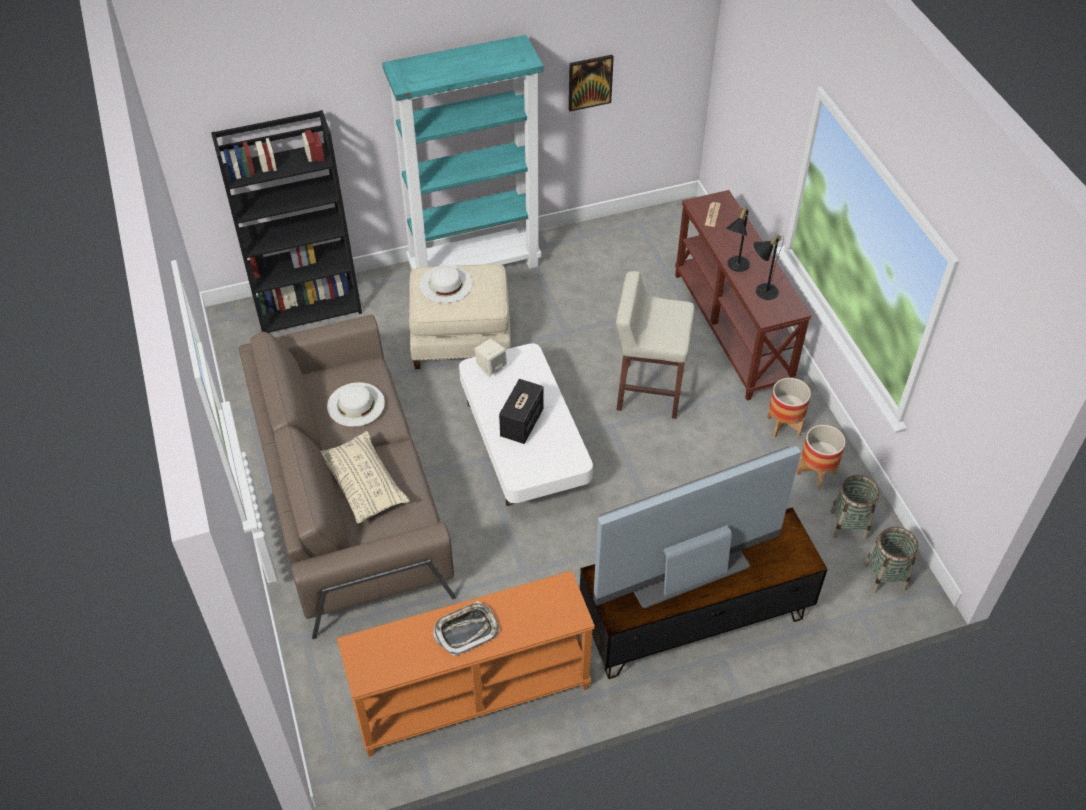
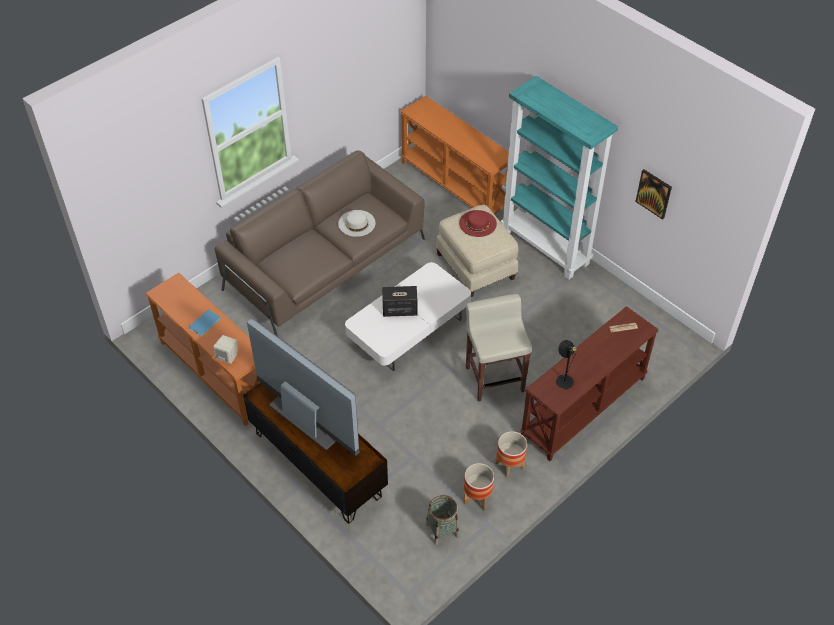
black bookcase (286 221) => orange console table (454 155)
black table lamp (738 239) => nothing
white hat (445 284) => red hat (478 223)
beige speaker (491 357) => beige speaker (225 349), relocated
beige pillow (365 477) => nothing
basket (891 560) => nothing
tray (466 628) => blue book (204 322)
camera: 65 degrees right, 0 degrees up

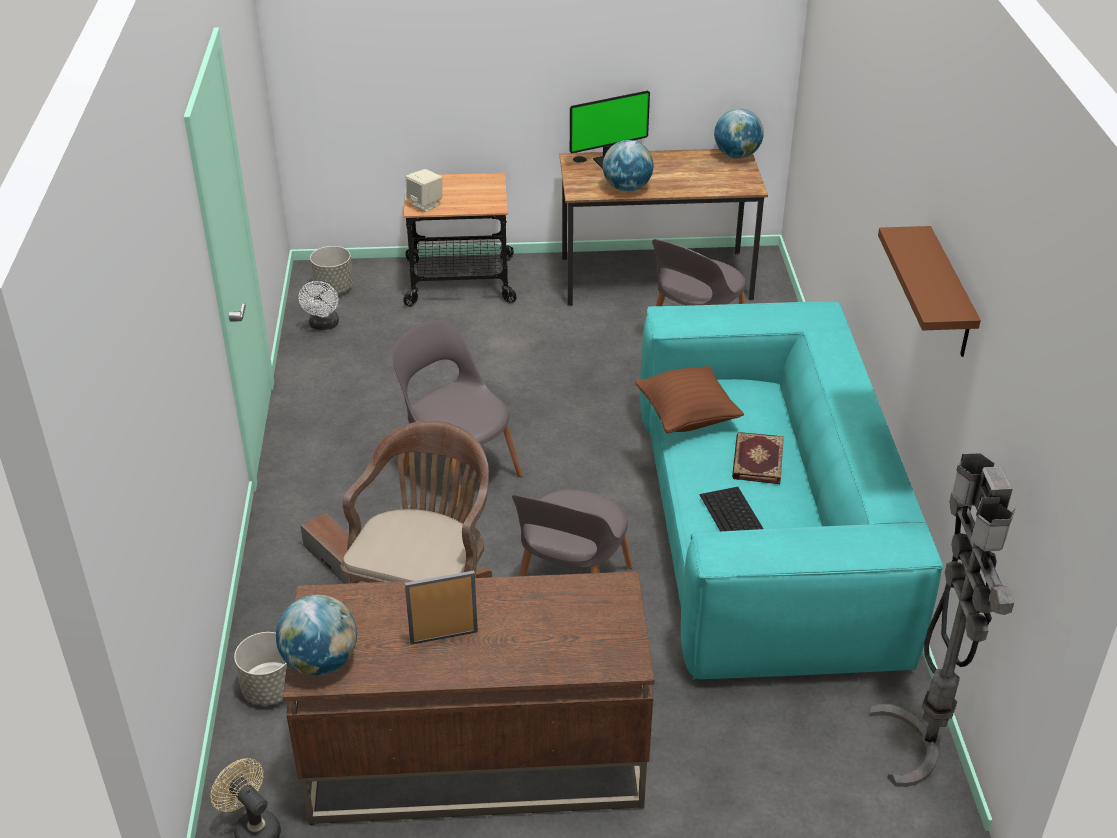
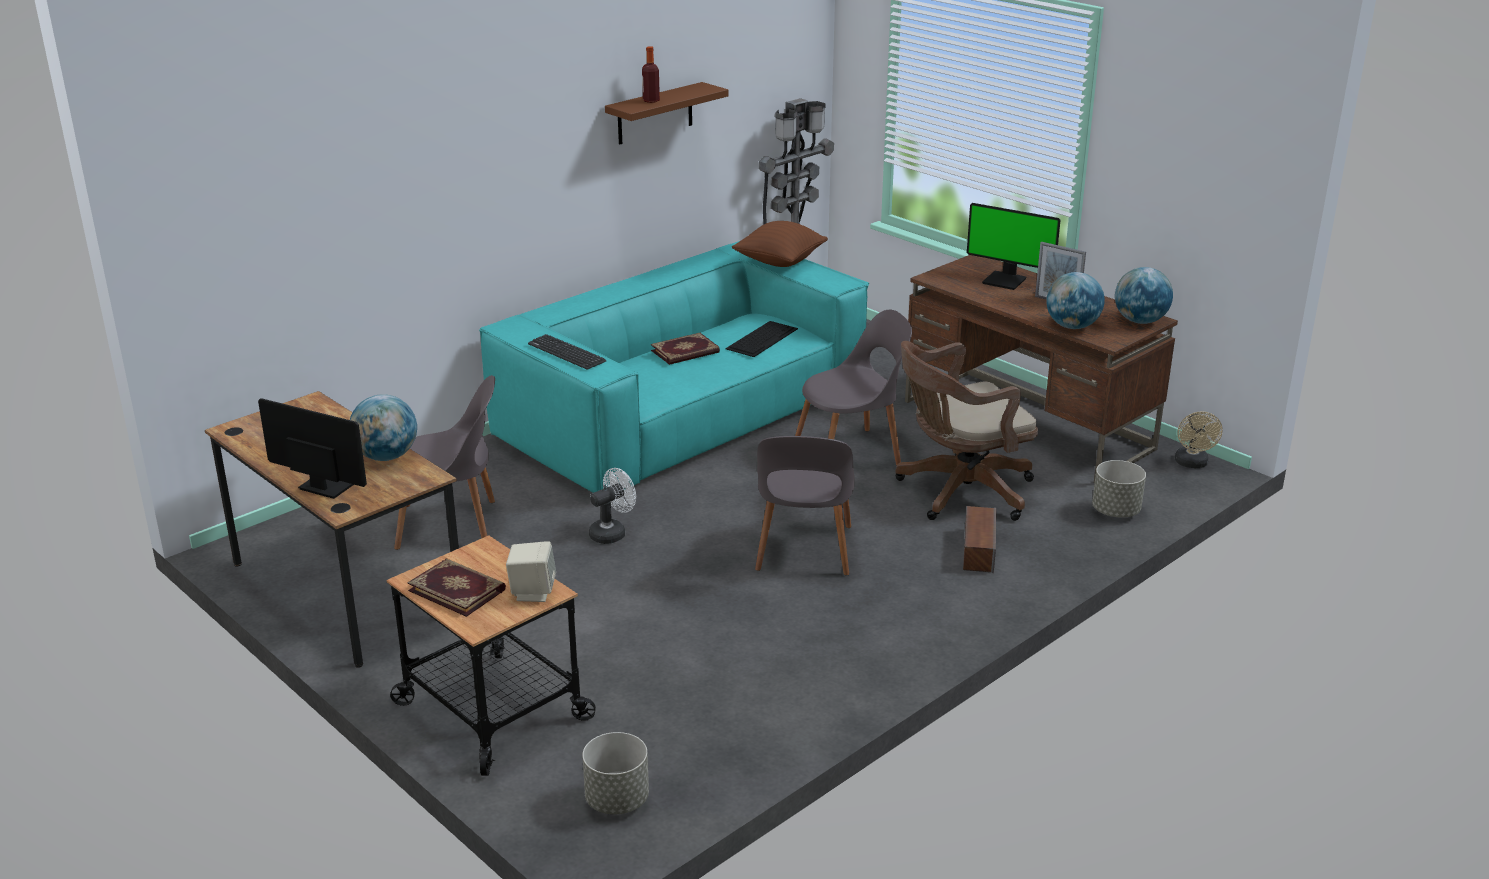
globe (739 133) => globe (1075 300), relocated
white fan (319 305) => white fan (612 506), relocated
brown pillow (689 399) => brown pillow (780 244), relocated
nothing => bottle (651 74)
nothing => monitor (1014 246)
nothing => keyboard (567 351)
nothing => book (456 588)
camera: 130 degrees left, 10 degrees down

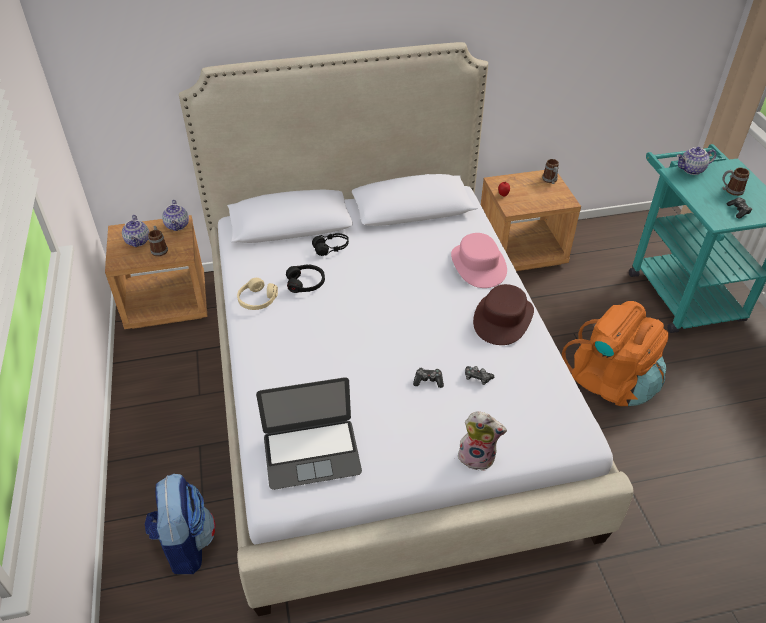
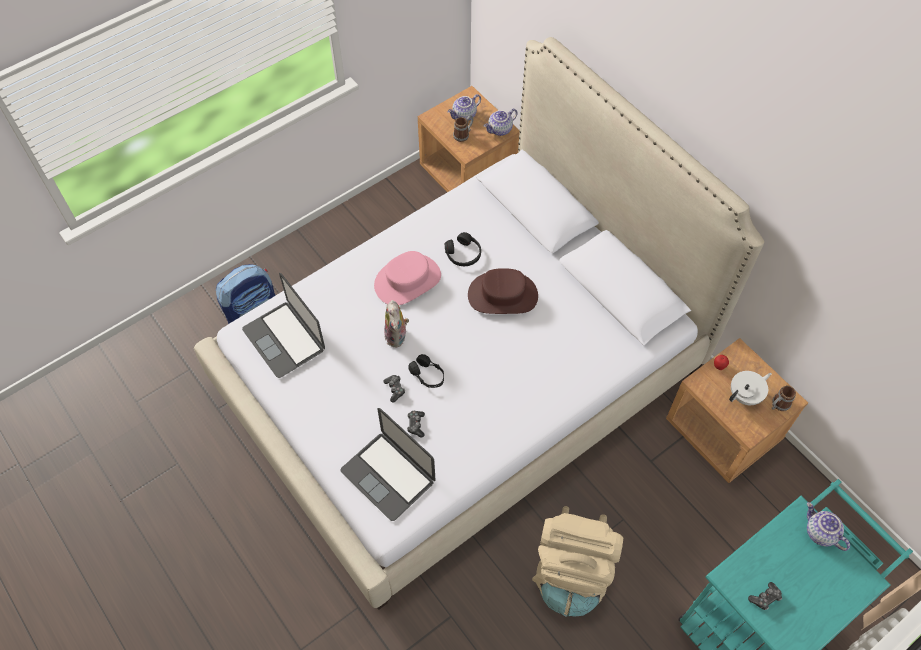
mug (736 182) => nothing
black headphones (330 244) => black headphones (426 371), relocated
pink hat (479 260) => pink hat (407 278), relocated
beige headphones (257 294) => nothing
brown hat (503 314) => brown hat (503 291), relocated
orange backpack (615 353) => beige backpack (577 561)
plush toy (482 441) => plush toy (396 324), relocated
nothing => white teapot (750 388)
nothing => laptop (388 464)
camera: 65 degrees right, 15 degrees up

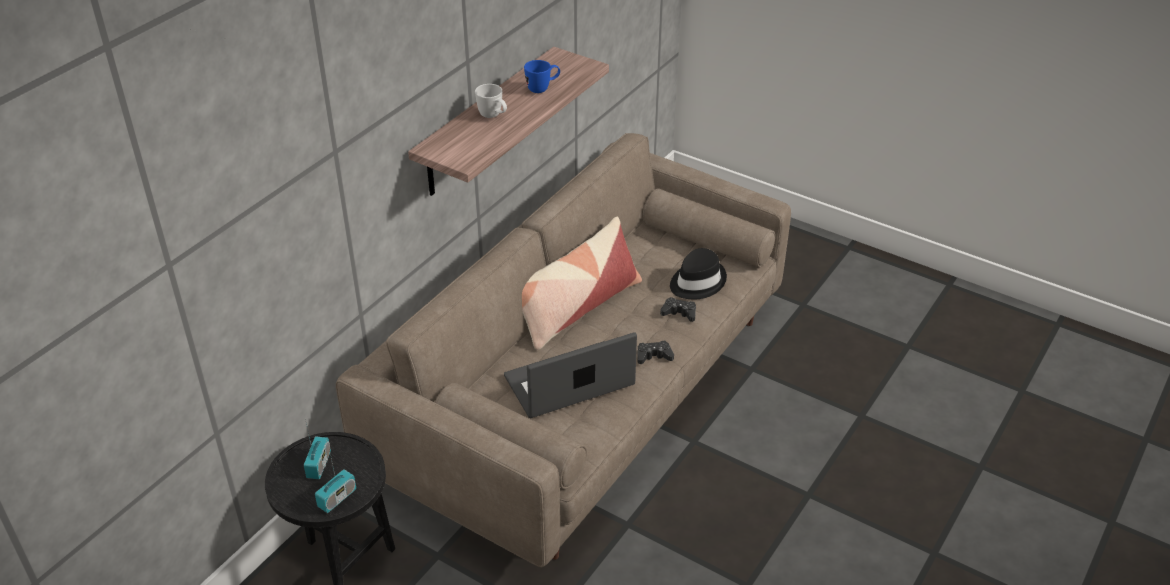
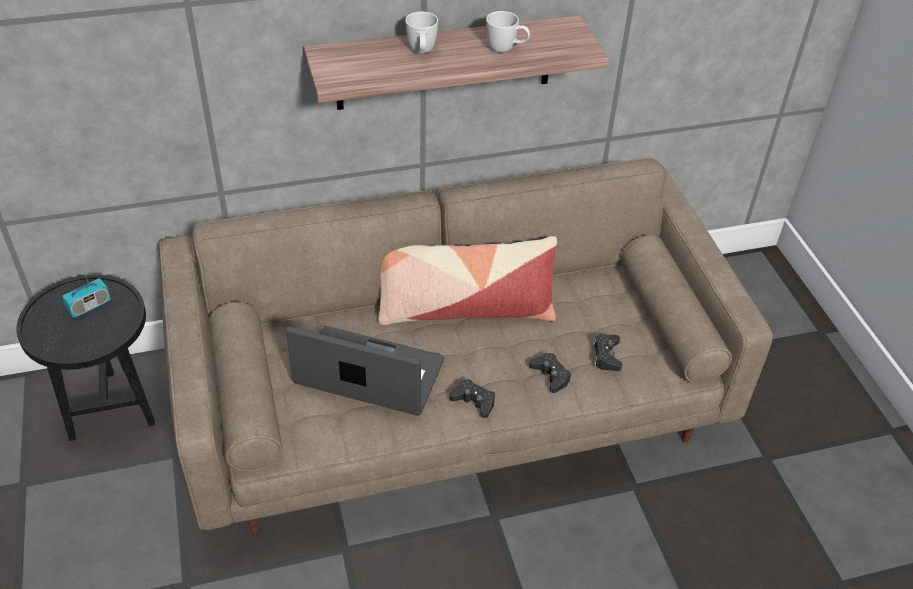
blue mug (542 76) => white mug (508 32)
black hat (698 273) => black game controller (608 352)
radio (335 481) => nothing
camera: 40 degrees right, 5 degrees up

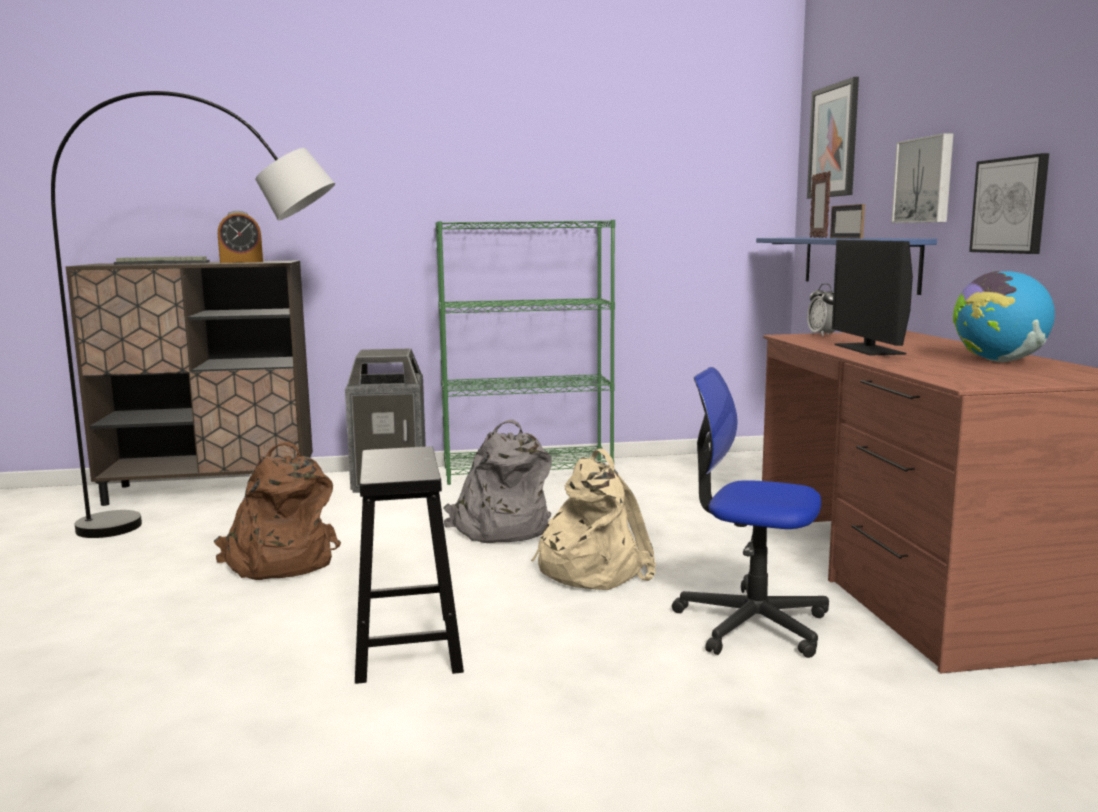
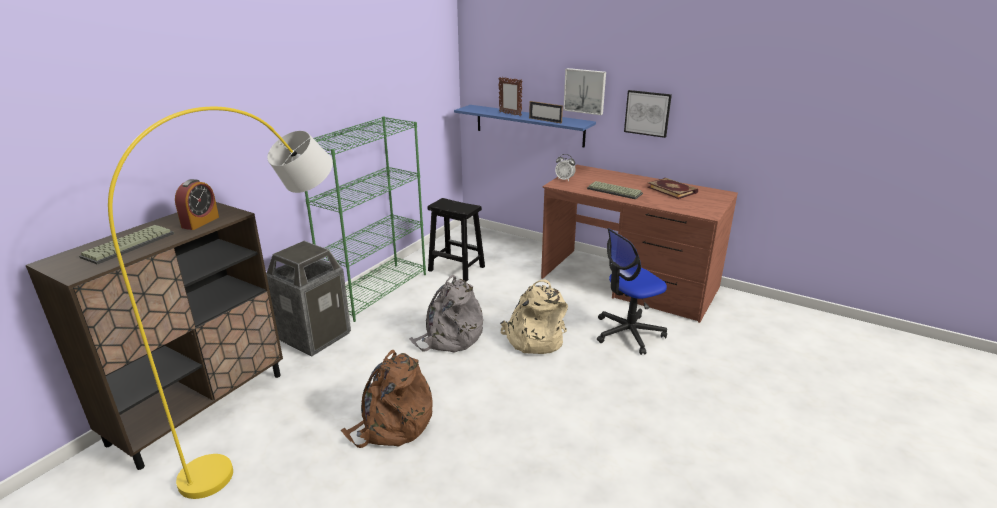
picture (833 138) => nothing
grey floor lamp (193 314) => yellow floor lamp (220 303)
monitor (872 298) => keyboard (615 190)
globe (1004 316) => book (672 188)
black stool (409 565) => black stool (456 240), relocated
camera: 50 degrees left, 15 degrees up

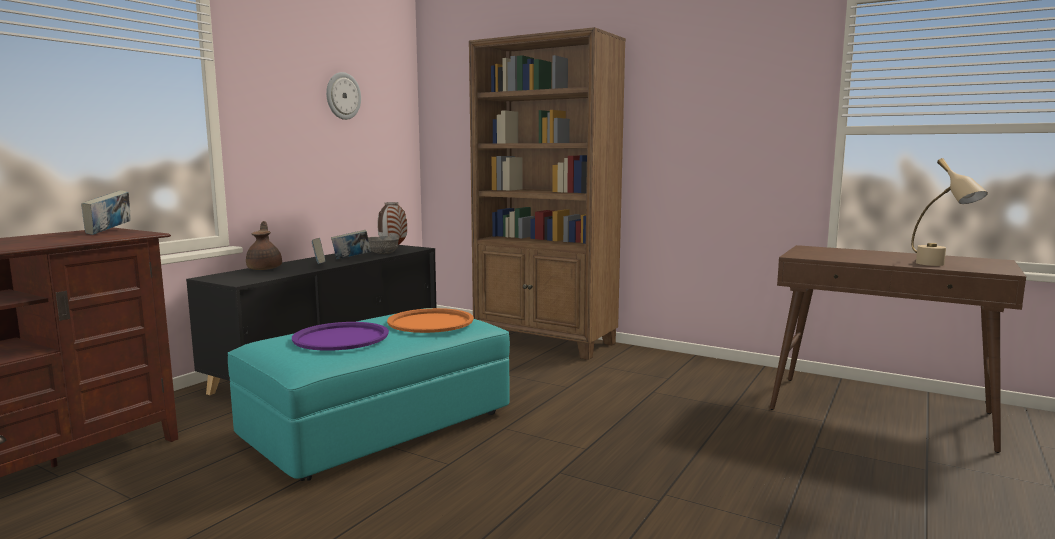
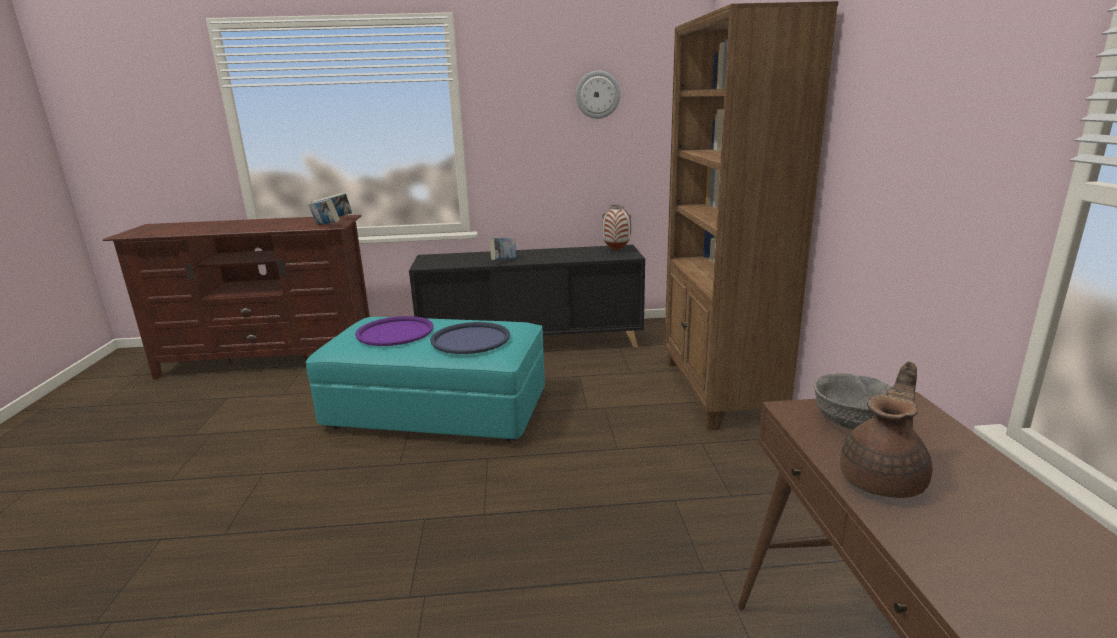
beige table lamp (949 212) => nothing
brown teapot (264 245) => brown teapot (886 429), relocated
book (351 244) => book (324 212), relocated
grey bowl (383 245) => grey bowl (852 401), relocated
orange tray (430 320) => blue tray (470 338)
camera: 55 degrees right, 10 degrees up

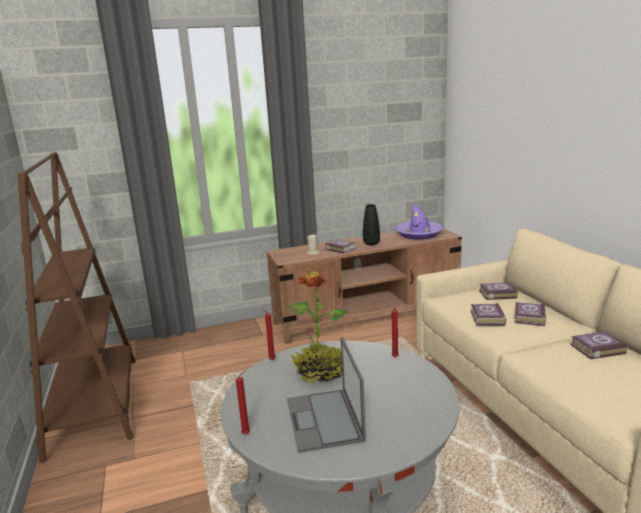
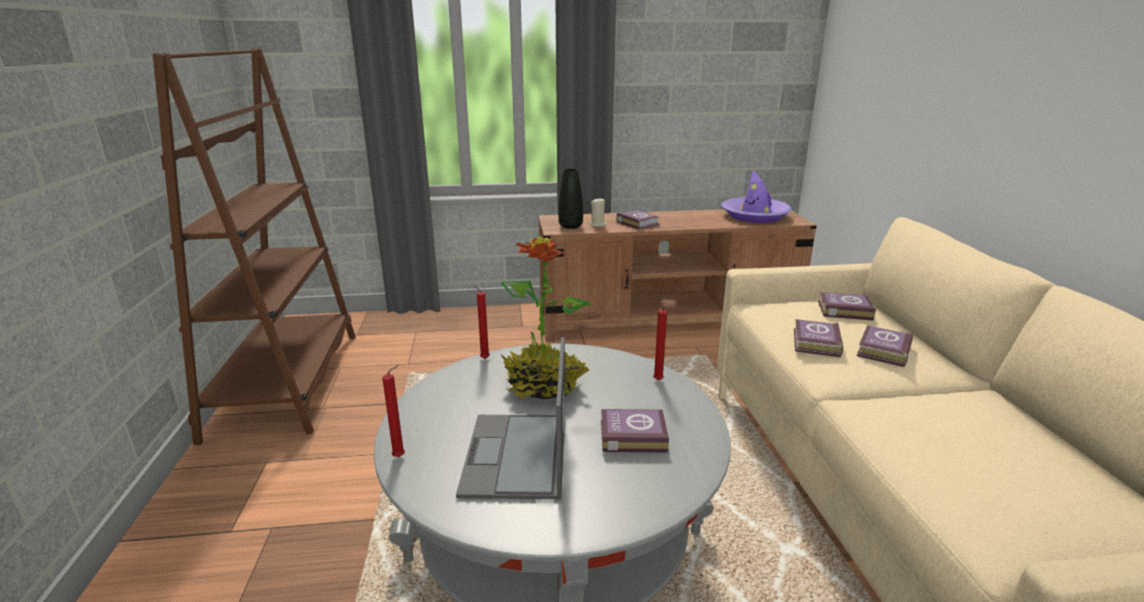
black vase (371 224) => black vase (570 199), relocated
book (599 345) => book (635 430), relocated
camera: 10 degrees right, 5 degrees up

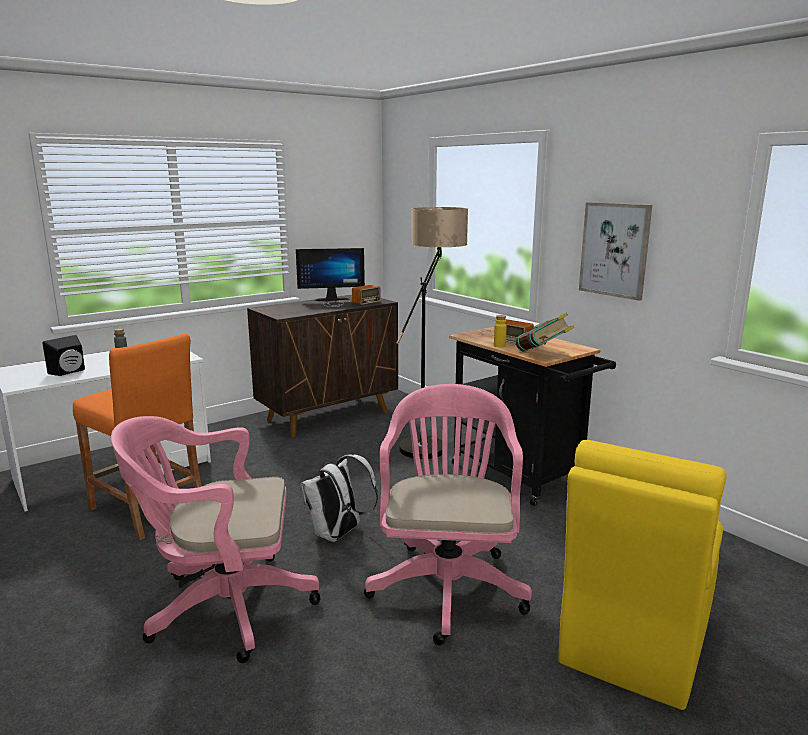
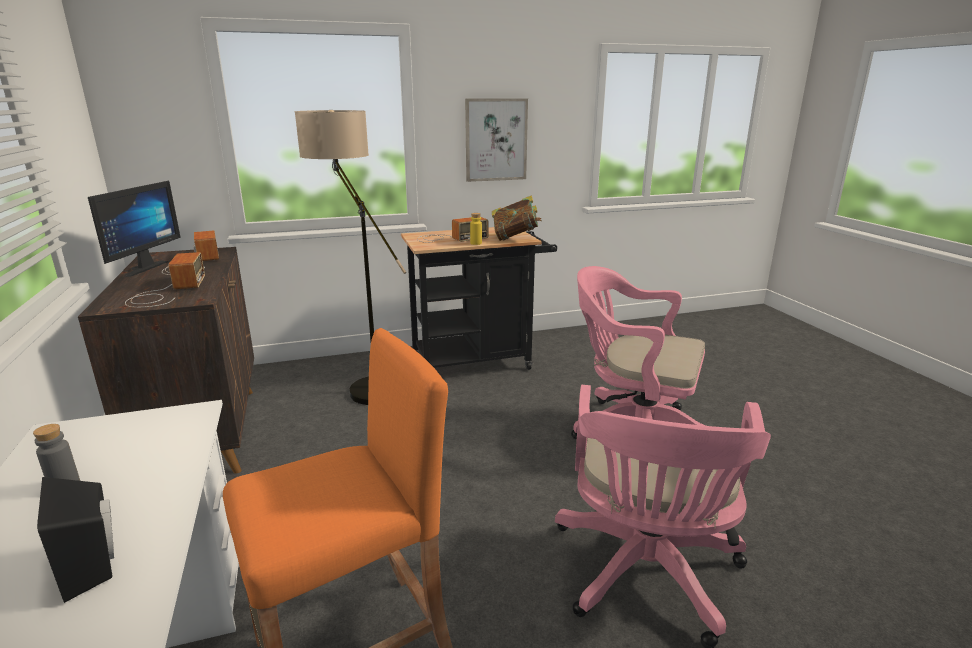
yellow chair (642 575) => nothing
white backpack (339 498) => nothing
nothing => radio (165 280)
camera: 70 degrees left, 5 degrees up

